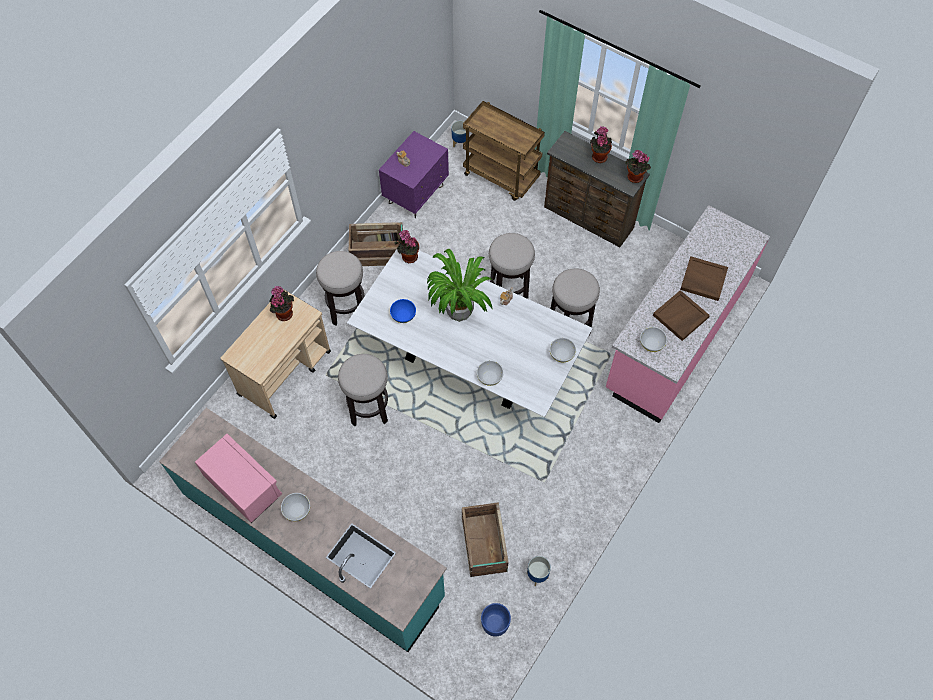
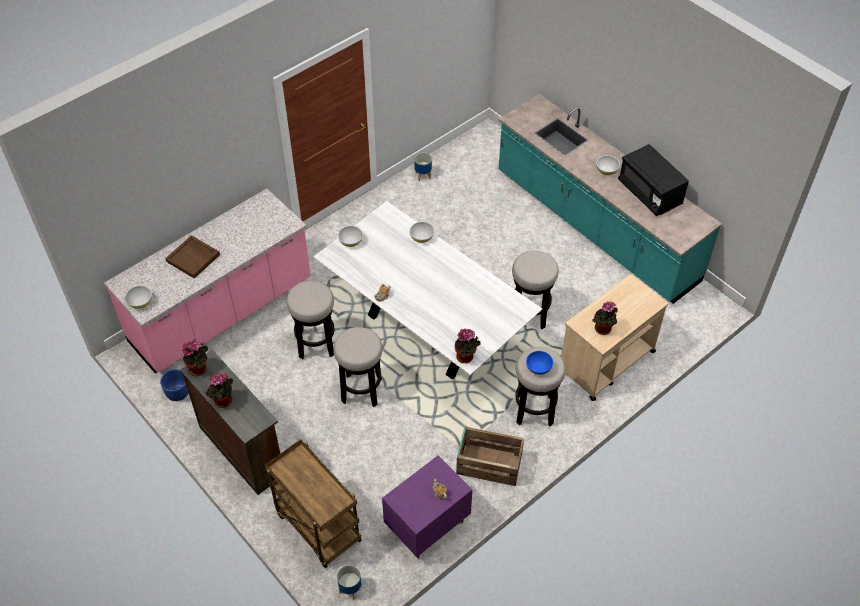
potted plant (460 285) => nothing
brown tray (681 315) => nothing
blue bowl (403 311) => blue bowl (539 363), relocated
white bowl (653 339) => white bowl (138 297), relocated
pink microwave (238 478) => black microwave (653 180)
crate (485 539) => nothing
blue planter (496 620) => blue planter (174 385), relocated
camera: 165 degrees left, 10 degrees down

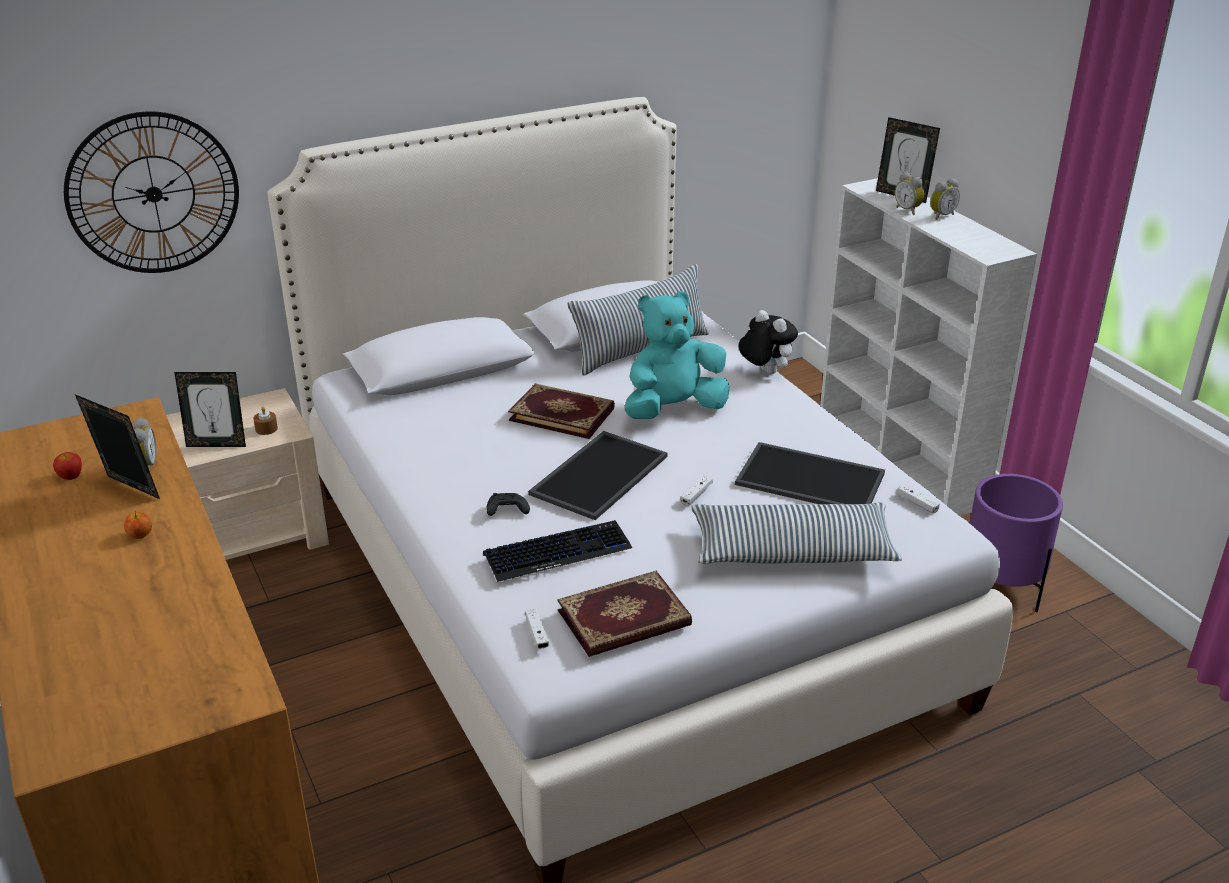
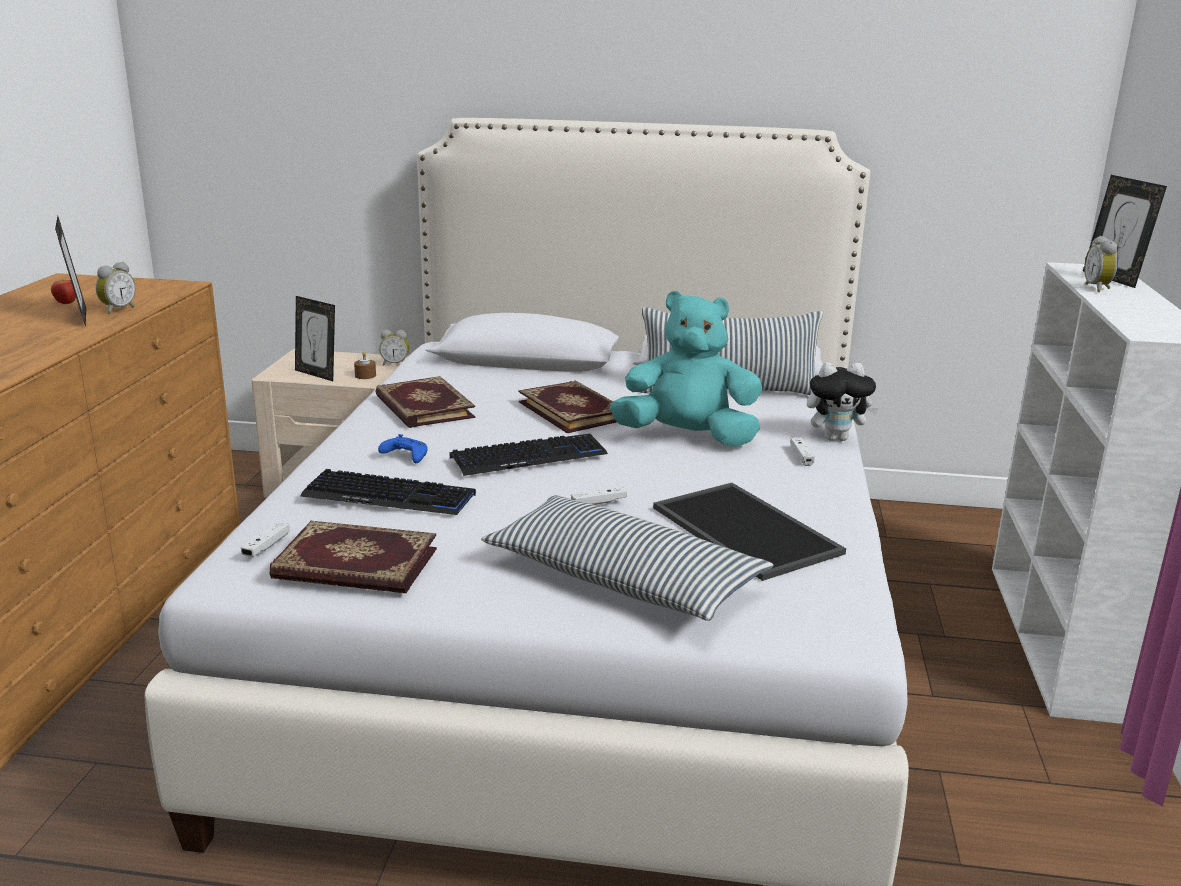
wall clock (151 192) => nothing
alarm clock (945 199) => alarm clock (394 348), relocated
plush toy (768 342) => plush toy (843 402), 90 degrees clockwise
tray (598 475) => keyboard (529 455)
purple planter (1016 543) => nothing
white game controller (918 499) => white game controller (802 451), relocated
black game controller (508 504) => blue game controller (403 448)
apple (138 524) => nothing
nothing => book (425 402)
camera: 35 degrees right, 10 degrees down

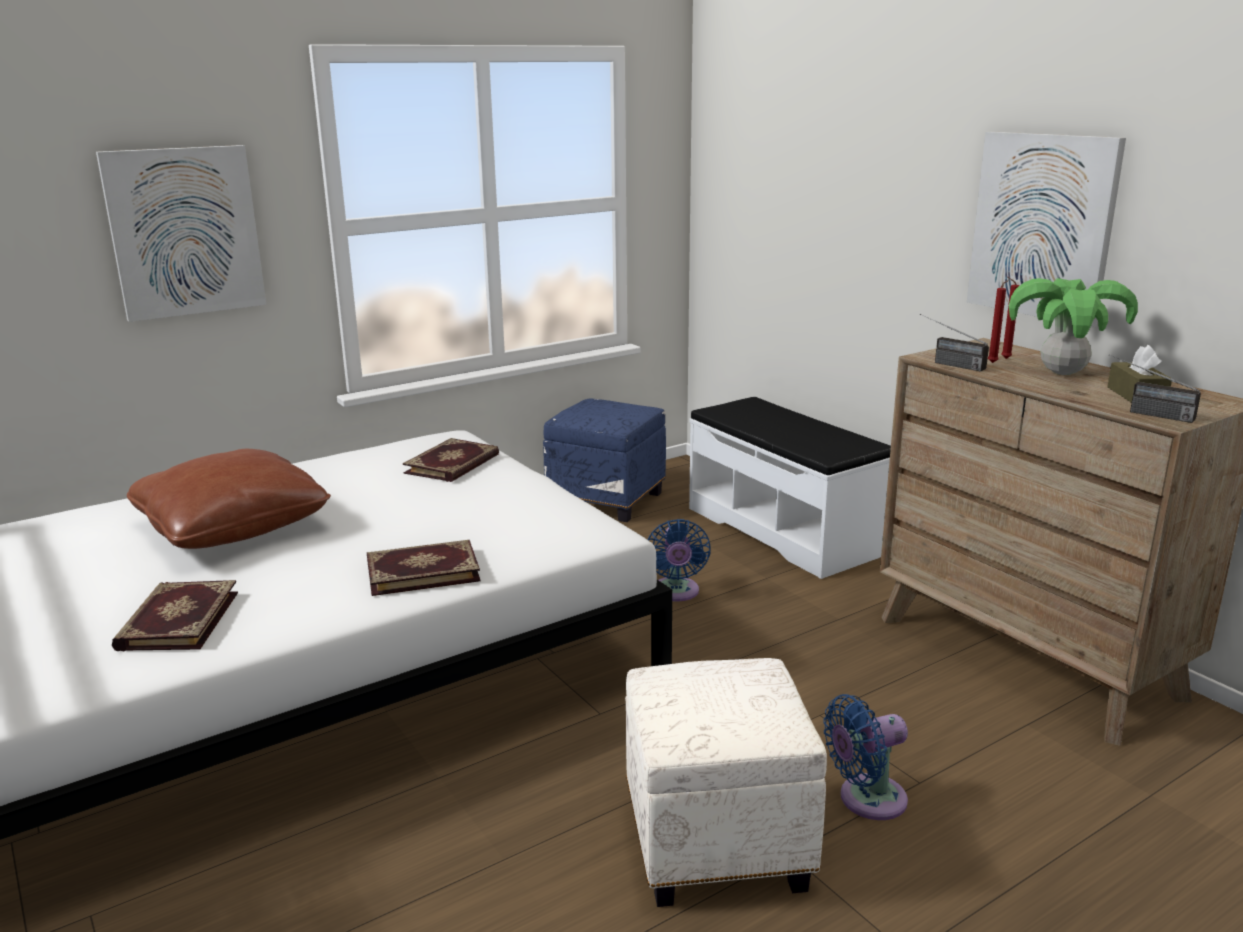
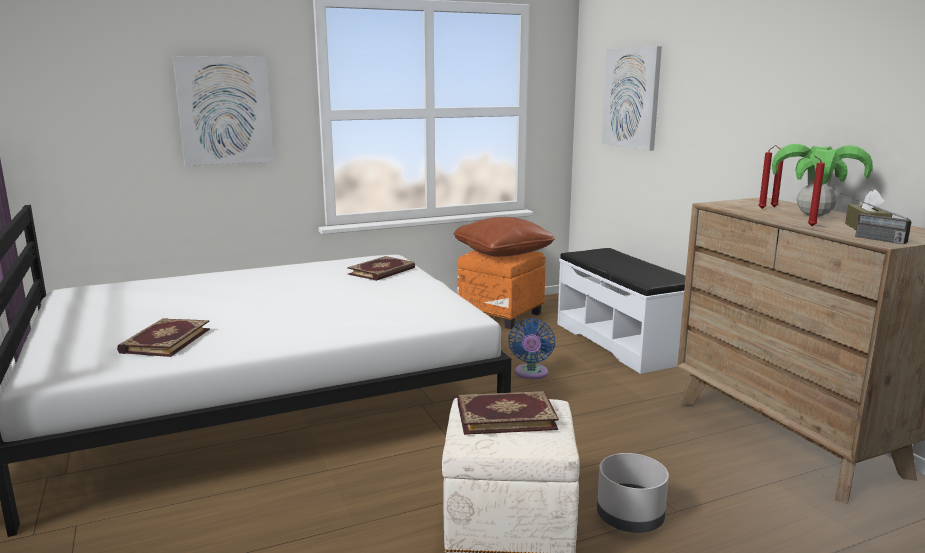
picture (1046 230) => picture (632 98), relocated
radio (954 343) => nothing
blue ottoman (604 460) => orange ottoman (501 289)
brown pillow (229 499) => brown pillow (504 237), relocated
book (424 568) => book (508 413), relocated
blue fan (865 757) => grey planter (633 493)
nothing => red candle (816 191)
camera: 10 degrees right, 5 degrees down

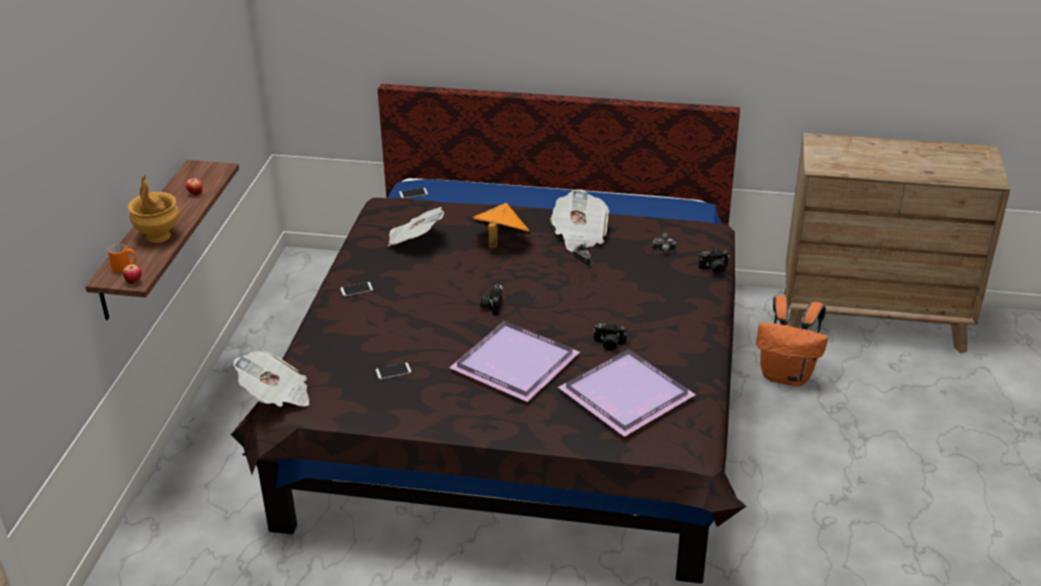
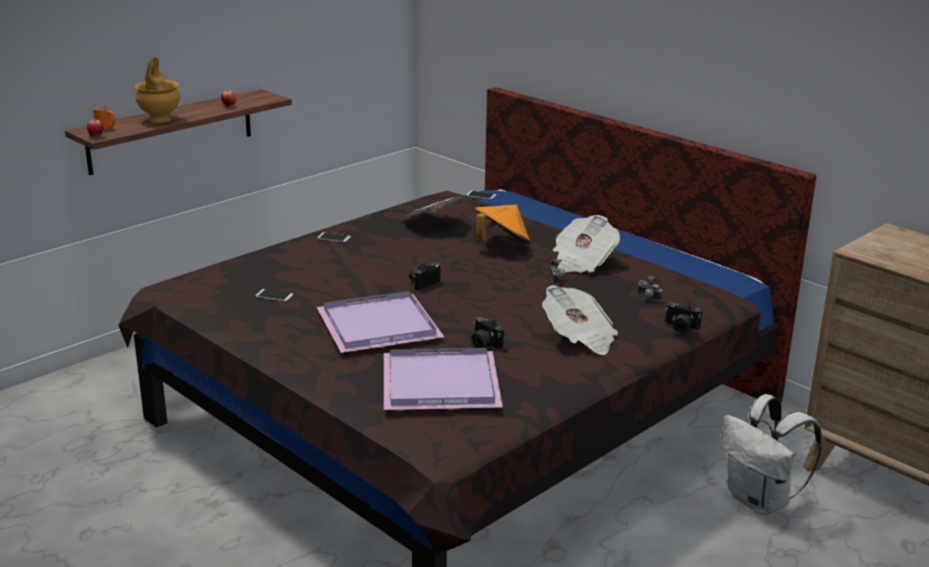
orange backpack (792 341) => white backpack (771 454)
newspaper (271 379) => newspaper (580 320), relocated
camera: 35 degrees right, 10 degrees down

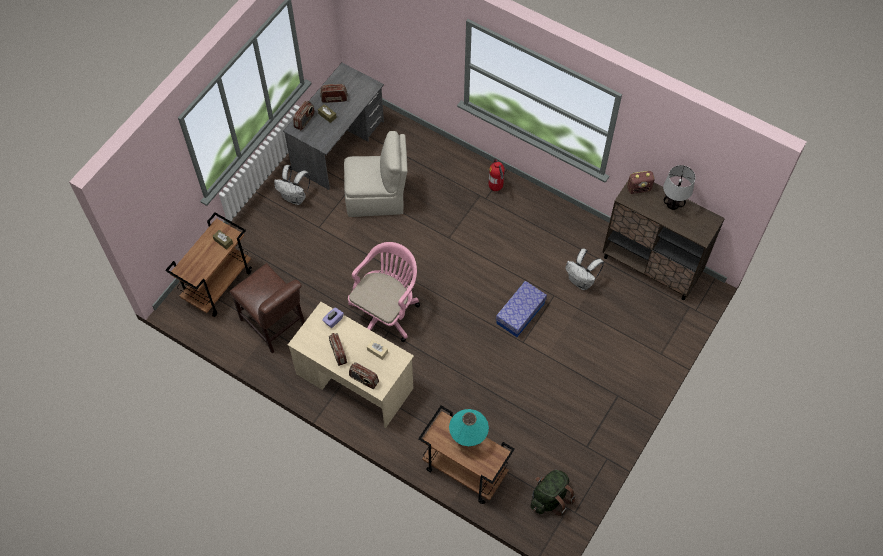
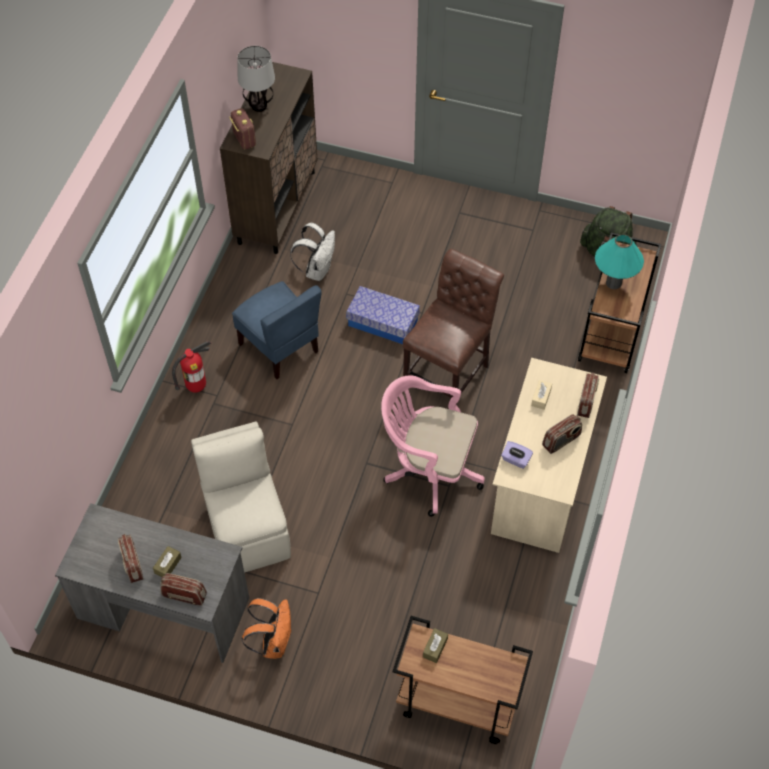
white backpack (292 185) => orange backpack (267 628)
brown chair (267 308) => brown chair (453 327), relocated
nothing => blue chair (277 330)
camera: 105 degrees left, 5 degrees down

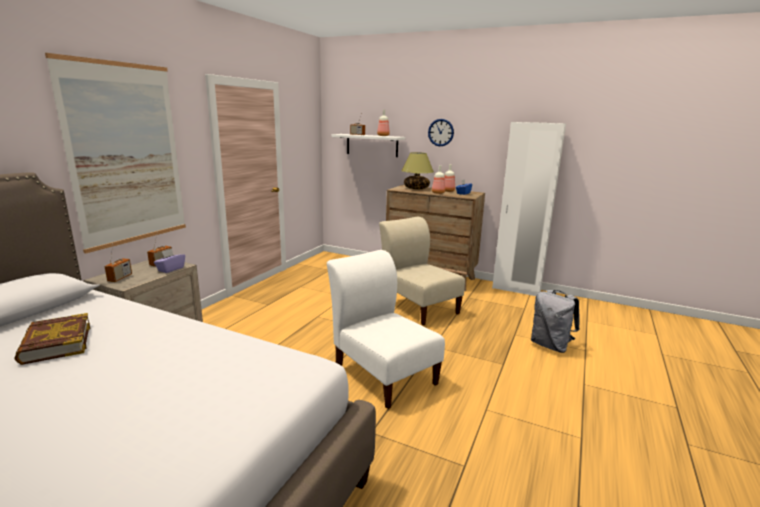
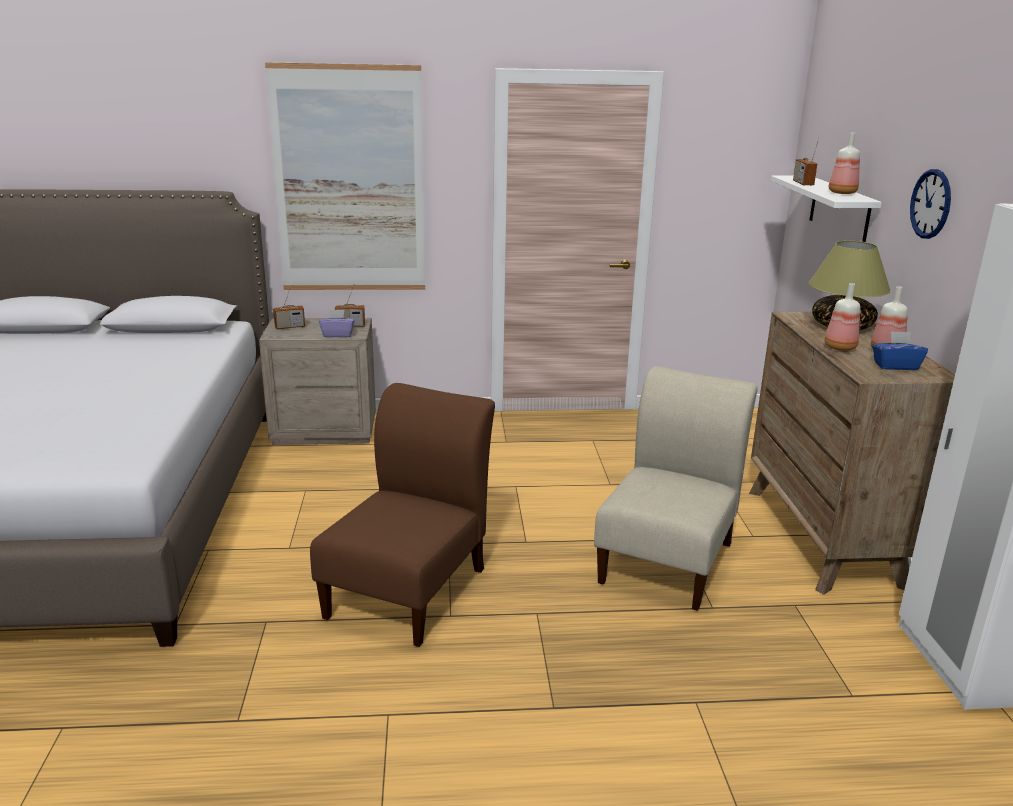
white chair (386 329) => brown chair (402 515)
grey backpack (555 321) => nothing
book (52 339) => nothing
camera: 60 degrees right, 5 degrees up

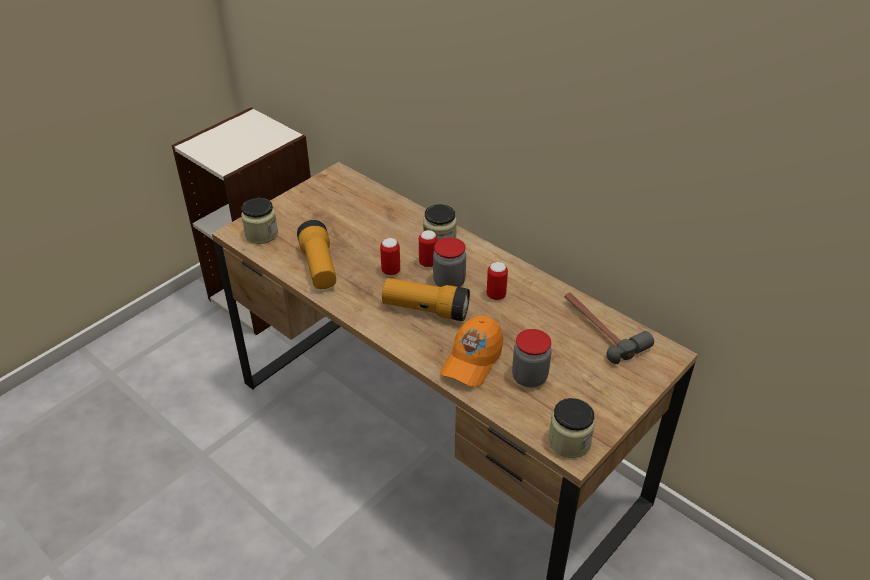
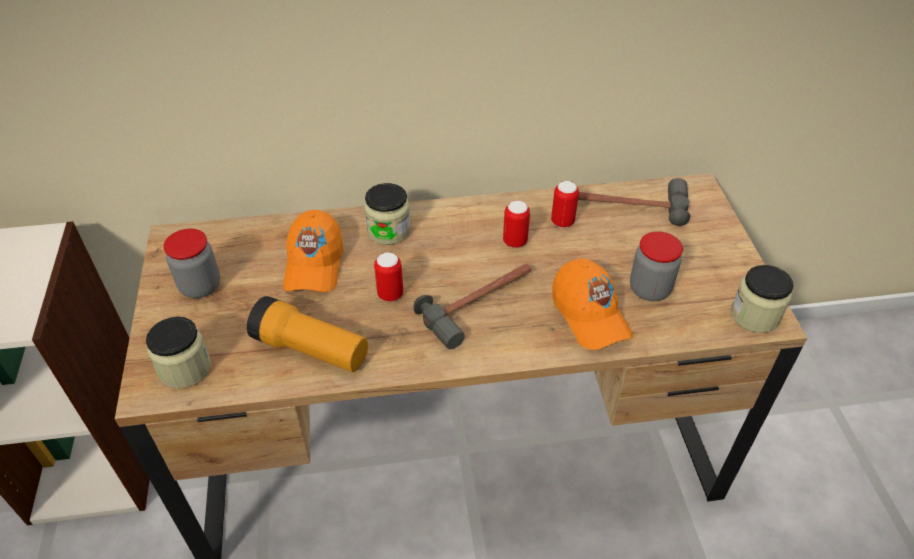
can (428 248) => can (565 204), relocated
jar (449 262) => jar (191 263), relocated
flashlight (426 299) => hammer (473 306)
nothing => orange cap (313 251)
camera: 50 degrees left, 5 degrees up

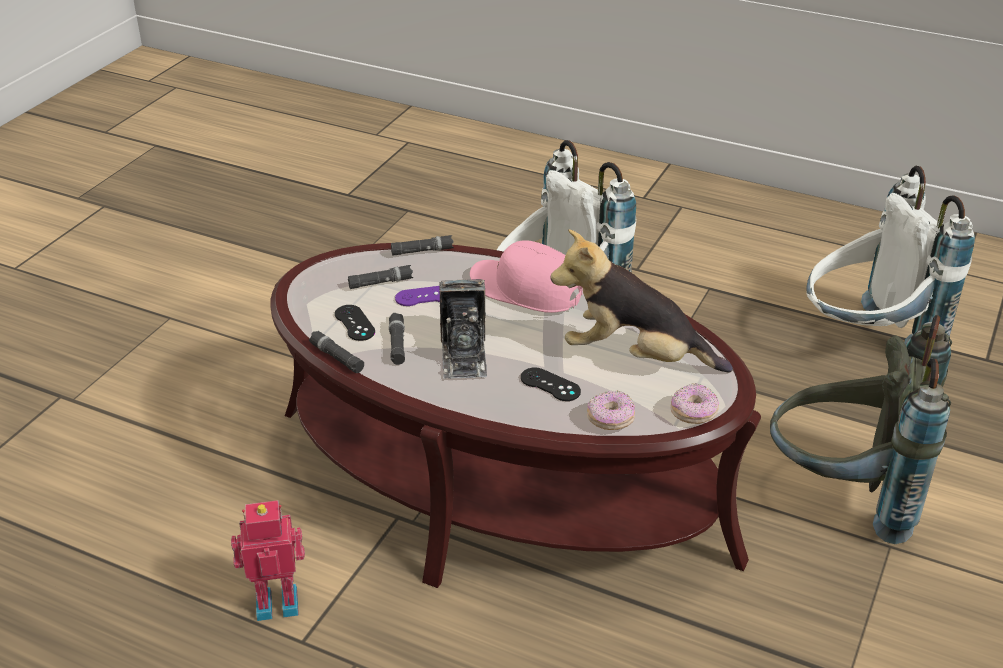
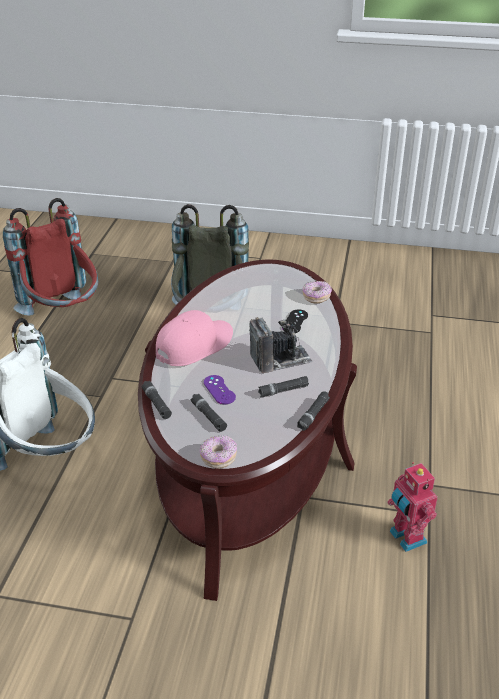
white backpack (890 255) => red backpack (50 257)
plush toy (641 300) => nothing
pink cap (526 276) => pink cap (194 338), 150 degrees counterclockwise
black game controller (355 323) => nothing
donut (694 403) => donut (218 452), relocated
camera: 105 degrees left, 0 degrees up

